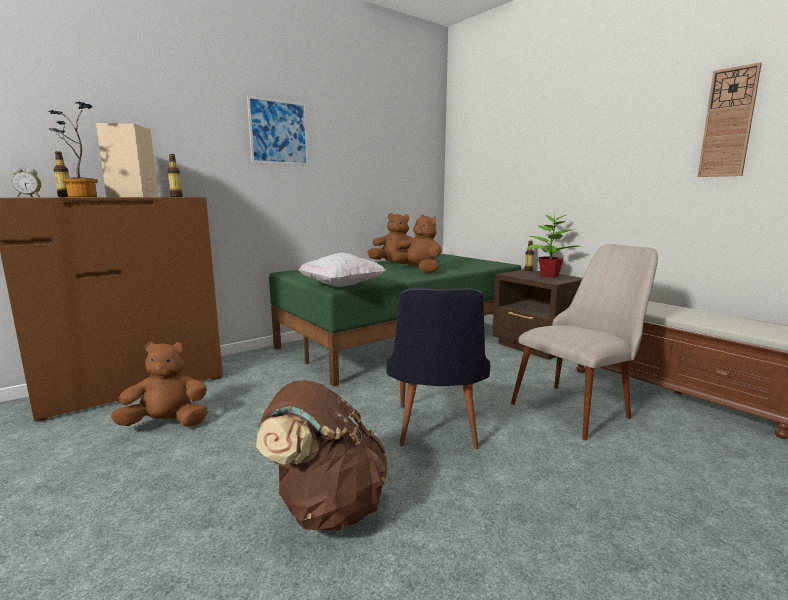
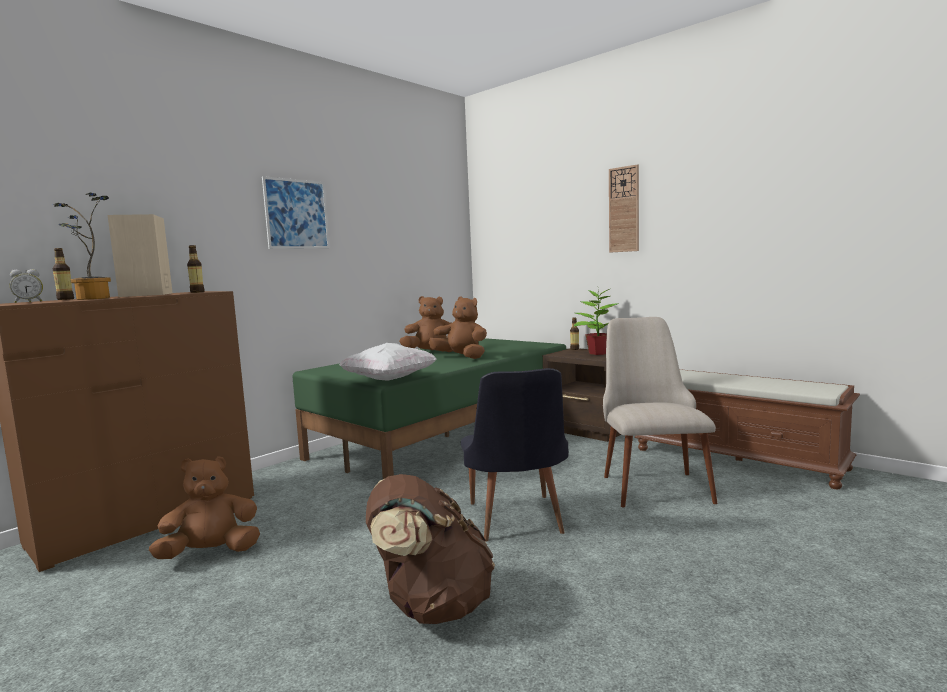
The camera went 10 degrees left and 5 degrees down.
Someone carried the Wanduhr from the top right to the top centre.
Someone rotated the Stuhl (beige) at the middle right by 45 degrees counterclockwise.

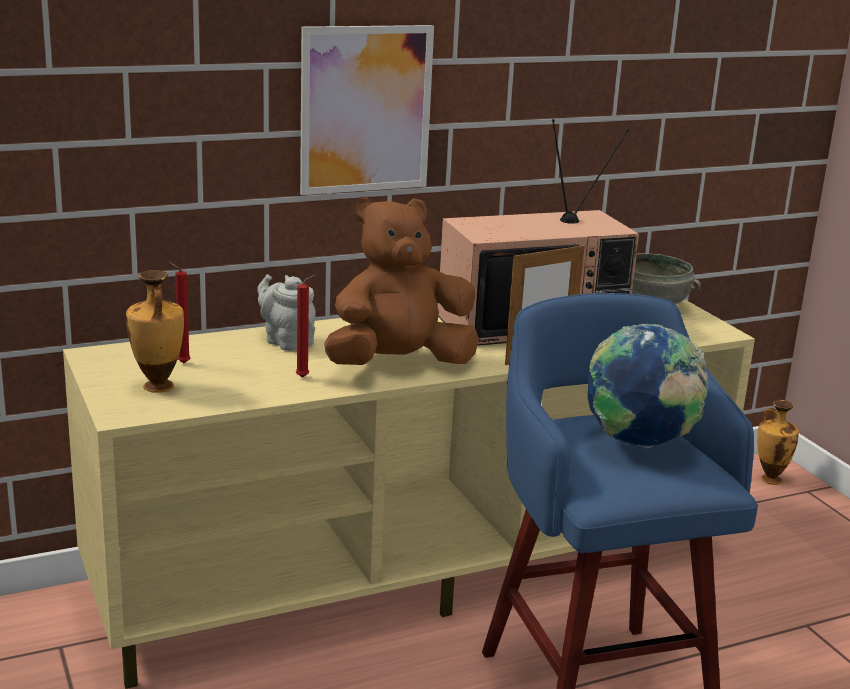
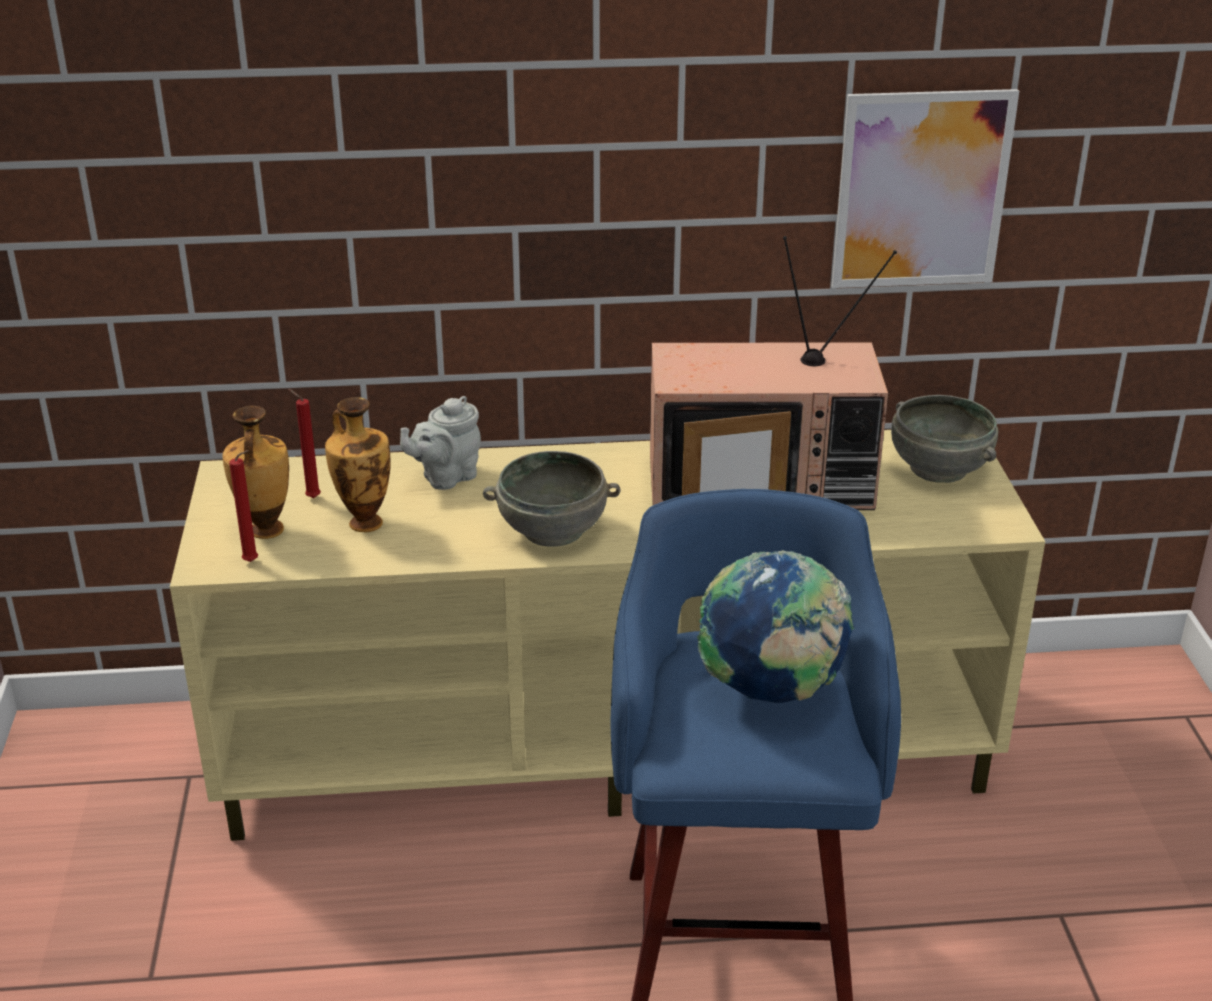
The camera went 20 degrees right and 10 degrees up.
Someone carried the Bild from the top centre to the top right.
Someone swapped the Plüschtier (braun) at the centre for the Schüssel (grau) (no. 1 from left) at the centre.
Someone rotated the Teekanne (grau) at the centre by 105 degrees counterclockwise.
Someone carried the Kerze (rot) (no. 2 from left in the first image) from the centre to the middle left.
Someone carried the Vase (no. 2 from left) from the middle right to the middle left.

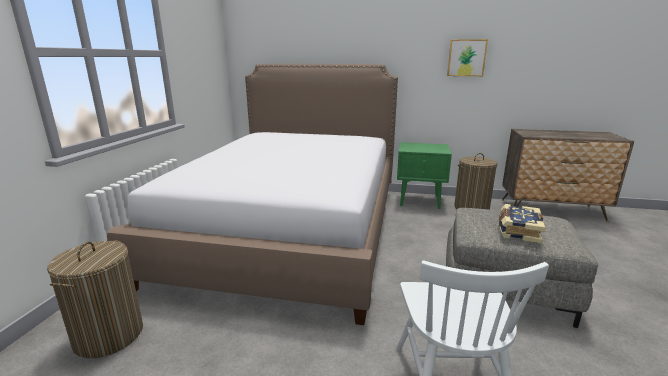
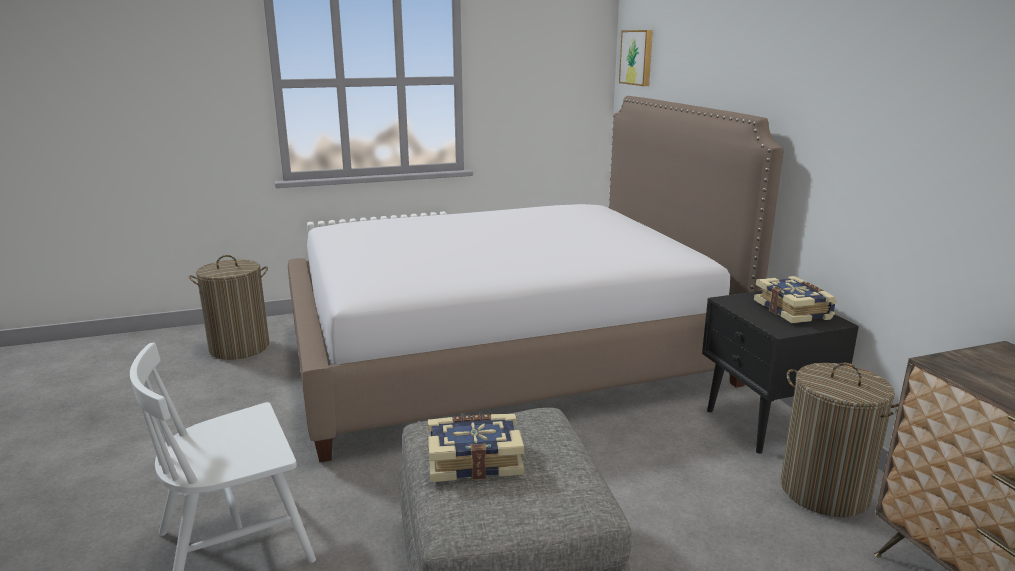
The camera went 60 degrees right and 0 degrees up.
Someone carried the Bild from the top right to the top centre.
Someone repainted the Nachttisch (grün) at the centre, which became the Nachttisch (schwarz) at the middle right.
Someone put down the Buch (no. 2 from left) at the middle right.

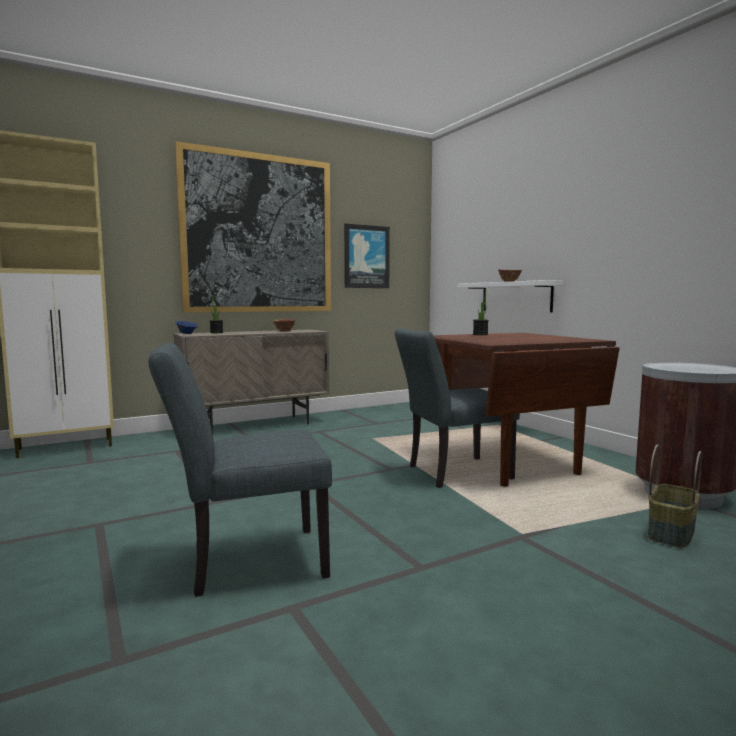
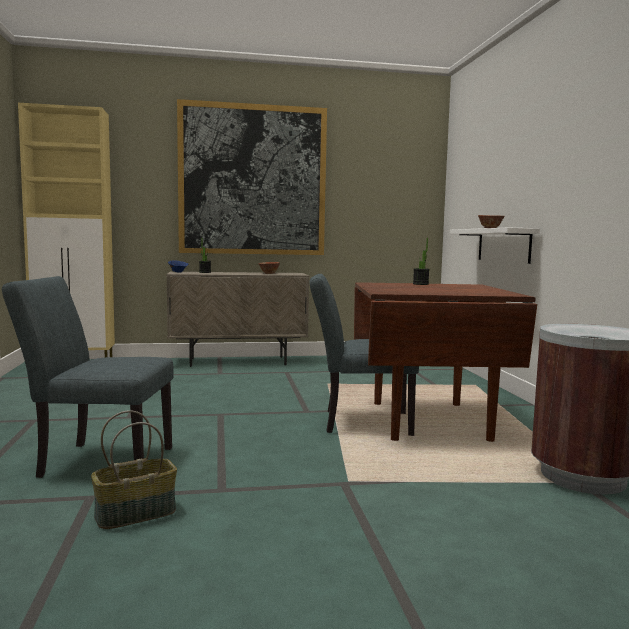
The camera went 20 degrees right and 0 degrees up.
Someone took away the Bild (no. 2 from left) at the centre.
Someone carried the Korb from the bottom right to the bottom left.

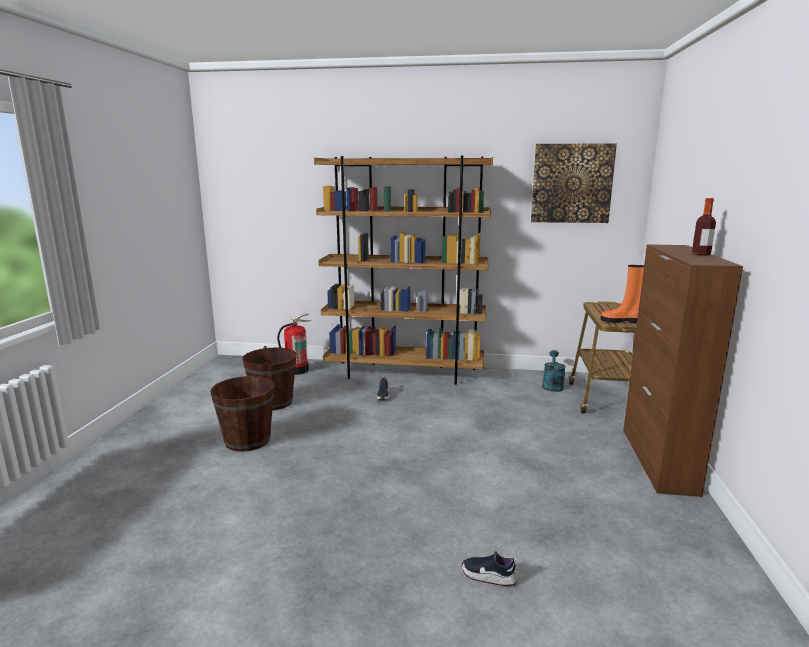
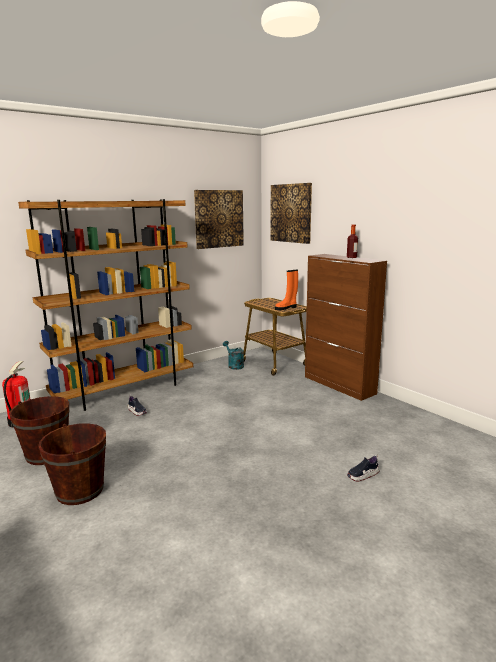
The camera went 45 degrees left and 0 degrees up.
Someone put up the Bild (no. 2 from left) at the top centre.

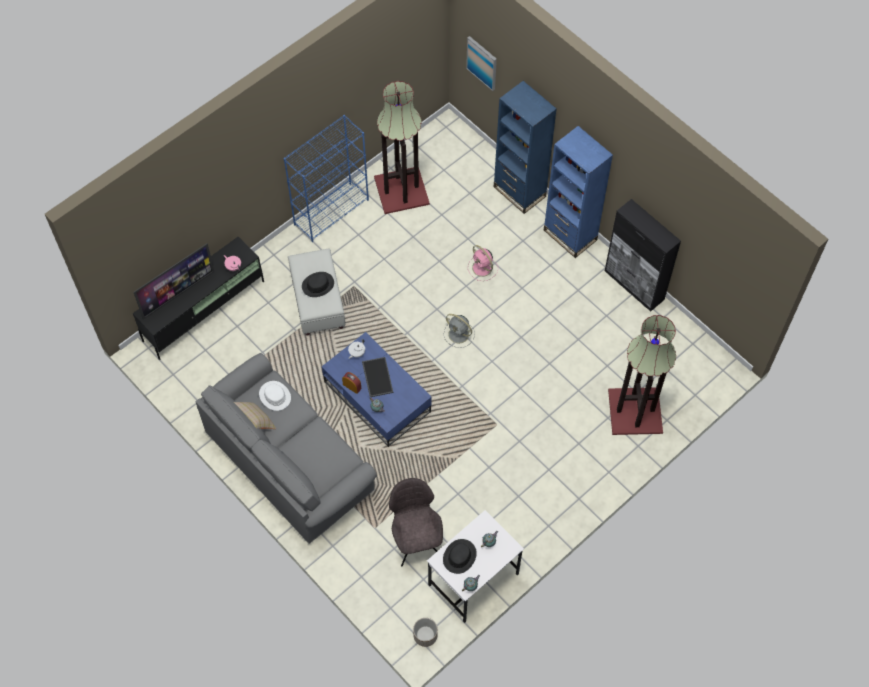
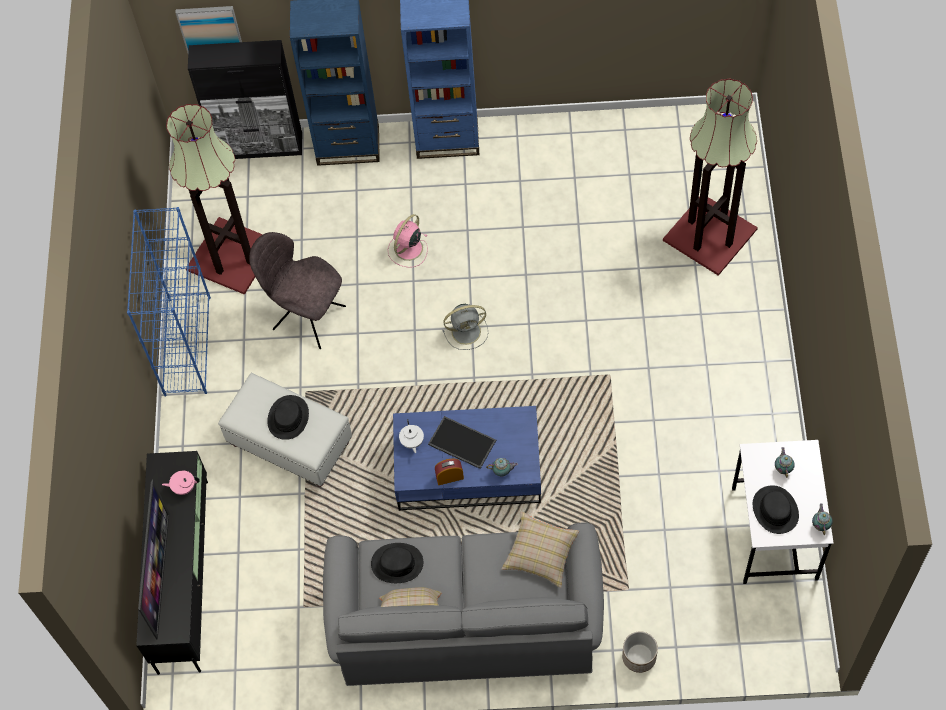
The camera went 45 degrees left and 0 degrees up.
Someone carried the Schrank (schwarz) from the middle right to the top left.
Someone rotated the Ventilator (rosa) at the centre by 120 degrees clockwise.
Someone repainted the Hut (weiß) at the middle left, which became the Hut (schwarz) (no. 2 from left) at the bottom centre.
Someone carried the Stuhl (grau) from the bottom centre to the middle left.
Someone carried the Pflanzkübel from the bottom centre to the bottom right.
Someone put down the Kissen (beige) (no. 2 from left) at the bottom centre.

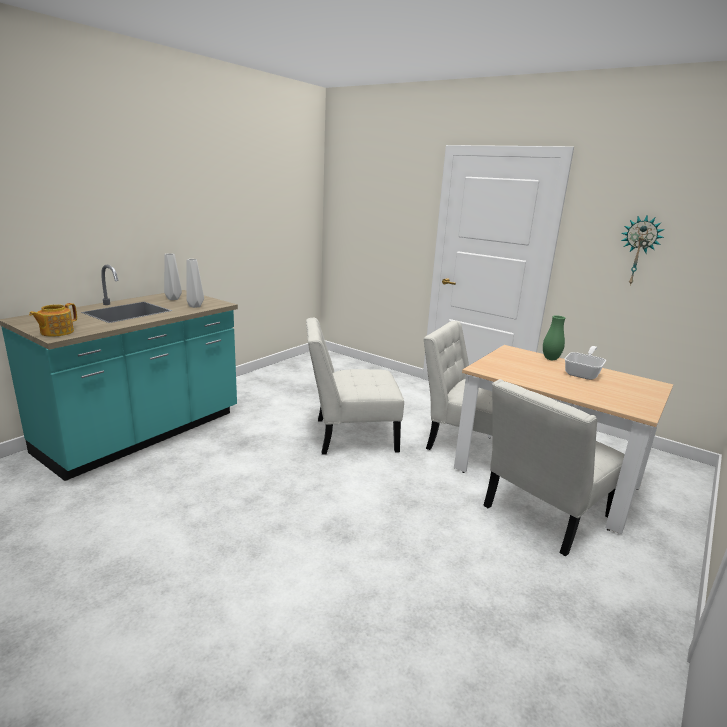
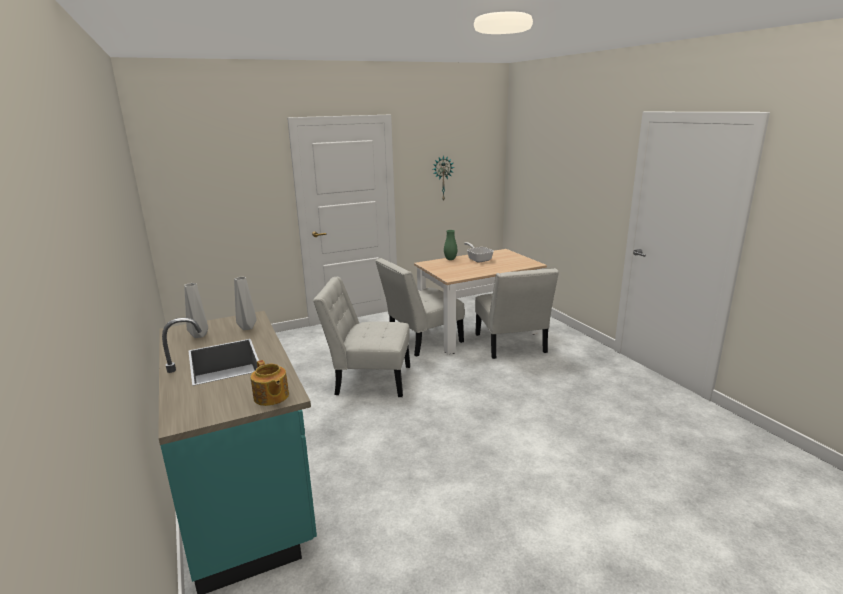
The camera went 60 degrees left and 0 degrees up.
Someone rotated the Stuhl (weiß) (no. 1 from left) at the centre by 75 degrees clockwise.

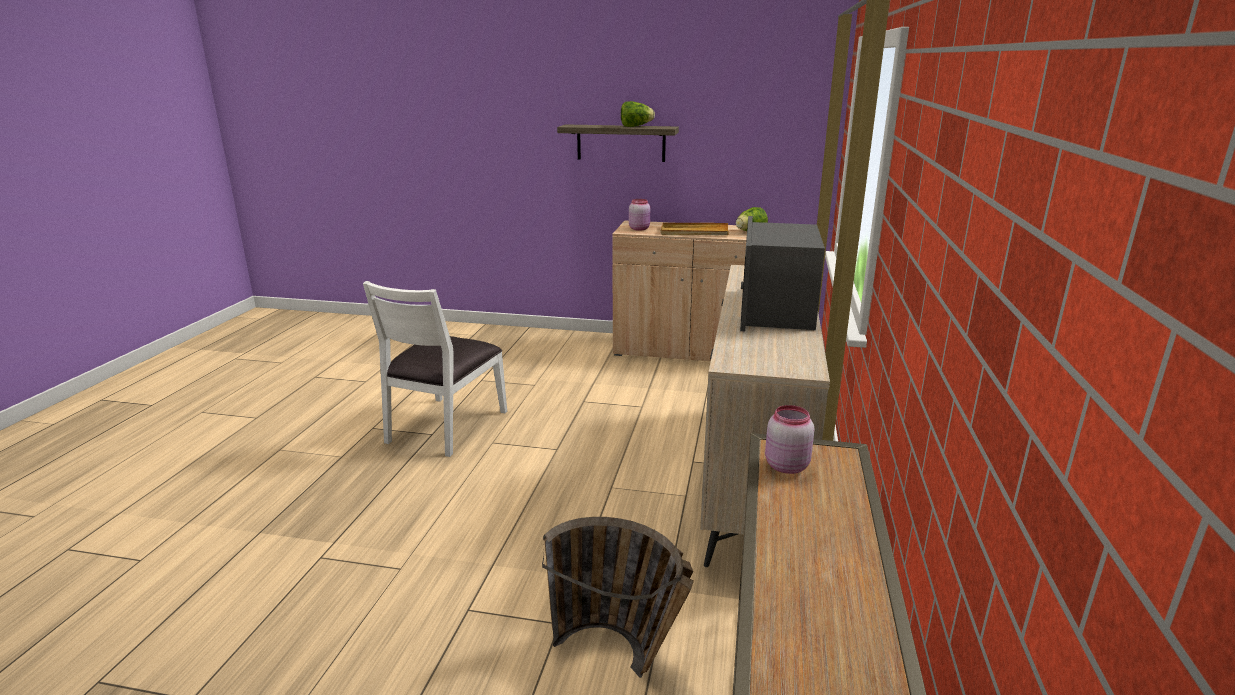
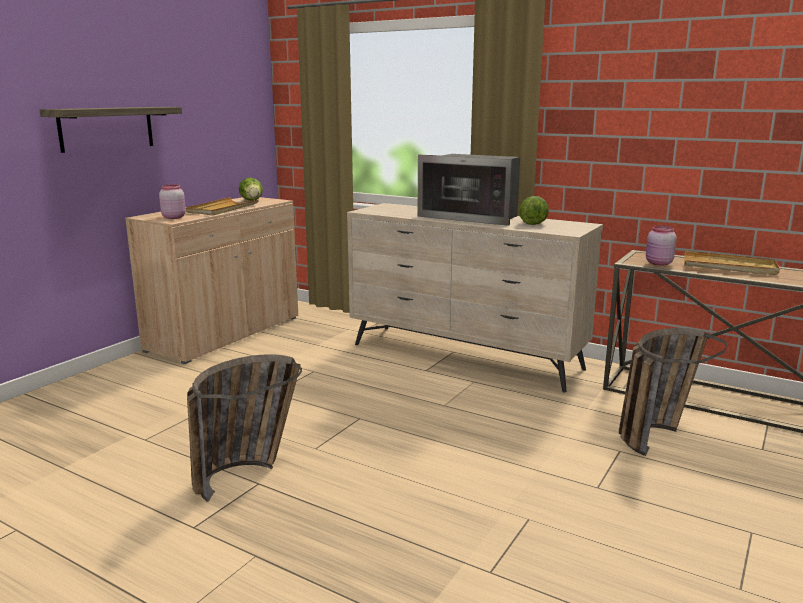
The camera went 70 degrees left and 5 degrees down.
Someone carried the Salatkopf (no. 1 from left in the first image) from the top centre to the centre.
Someone swapped the Stuhl (weiß) at the centre for the Korb (no. 1 from left) at the bottom left.
Someone put down the Tablett (beige) (no. 2 from left) at the middle right.

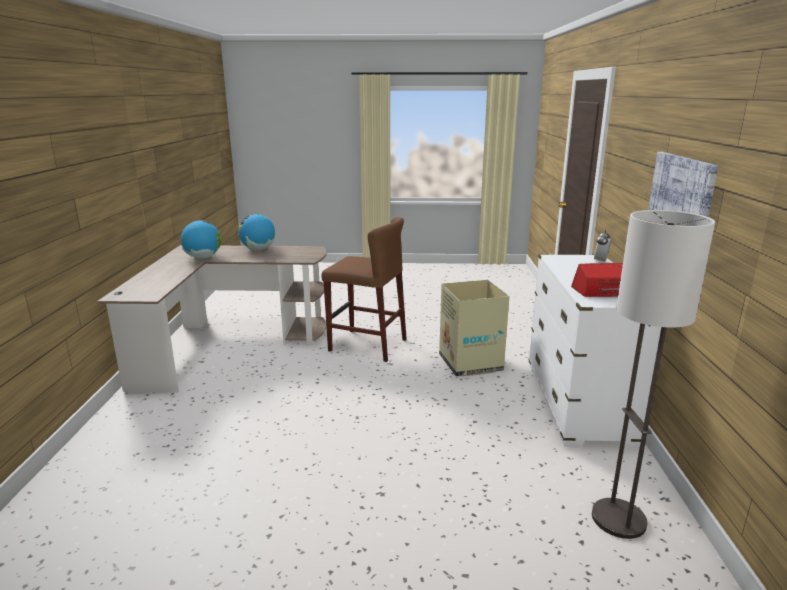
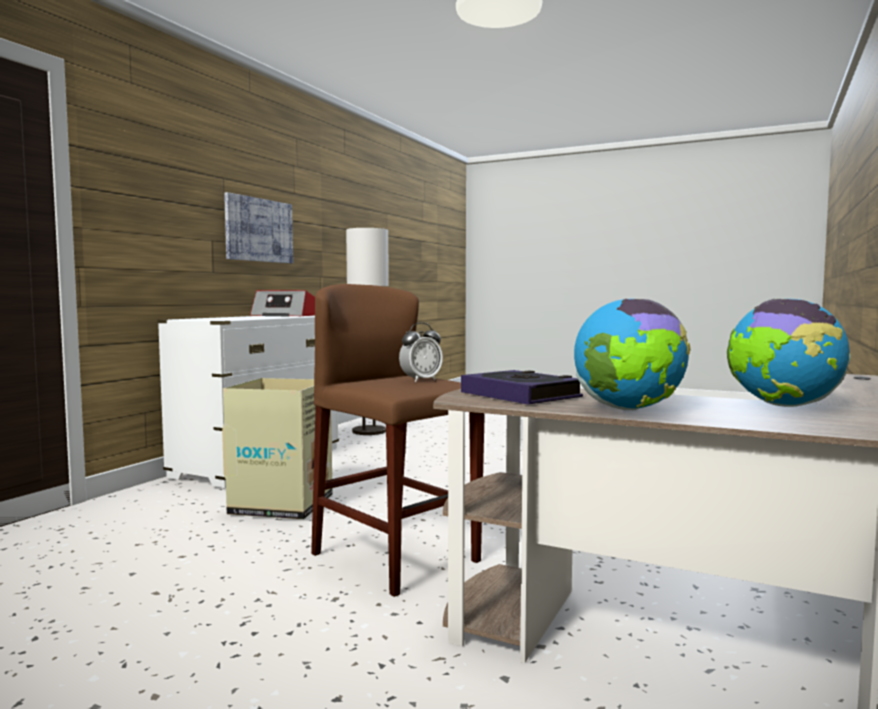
The camera went 155 degrees left and 15 degrees down.
Someone carried the Wecker from the middle right to the centre.
Someone put down the Buch at the centre.

